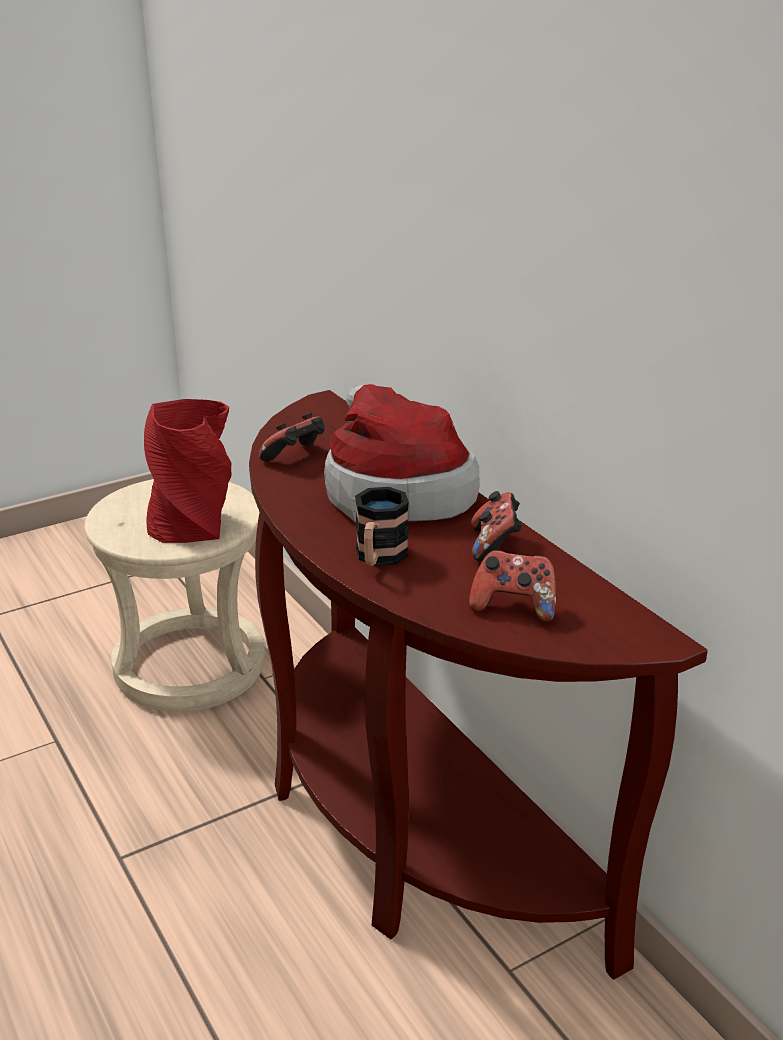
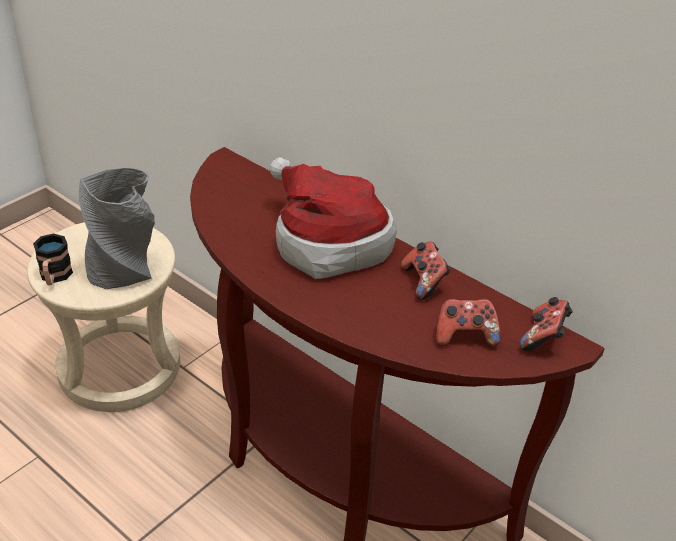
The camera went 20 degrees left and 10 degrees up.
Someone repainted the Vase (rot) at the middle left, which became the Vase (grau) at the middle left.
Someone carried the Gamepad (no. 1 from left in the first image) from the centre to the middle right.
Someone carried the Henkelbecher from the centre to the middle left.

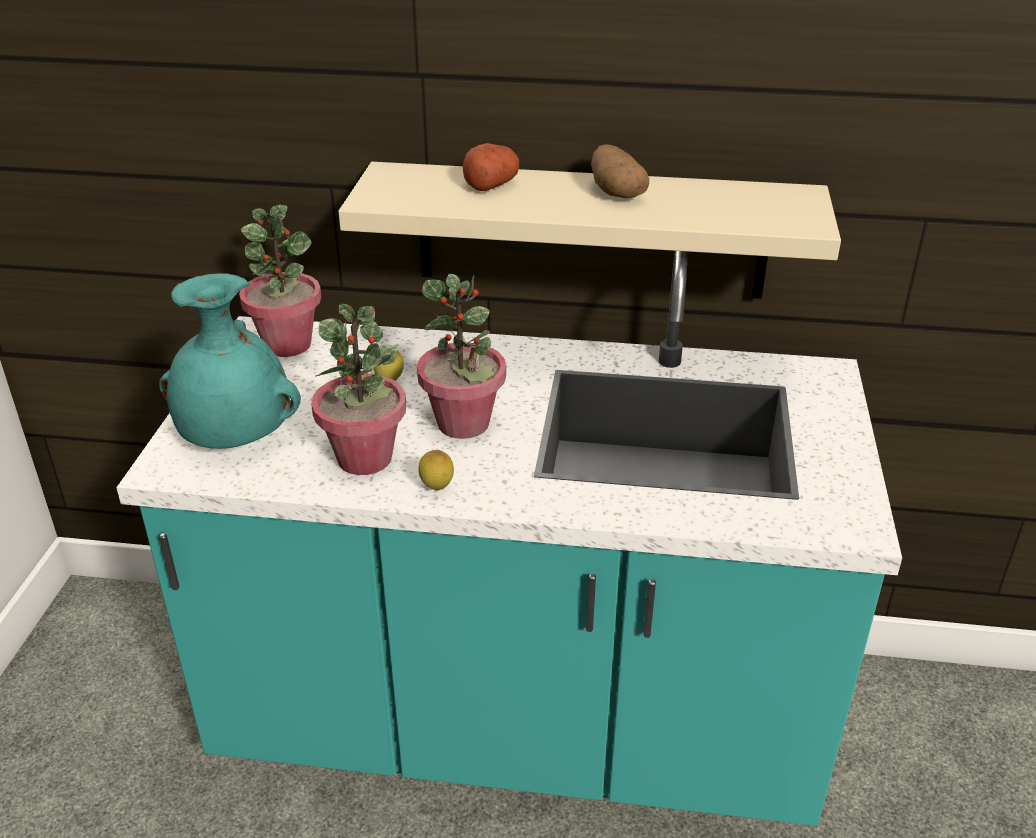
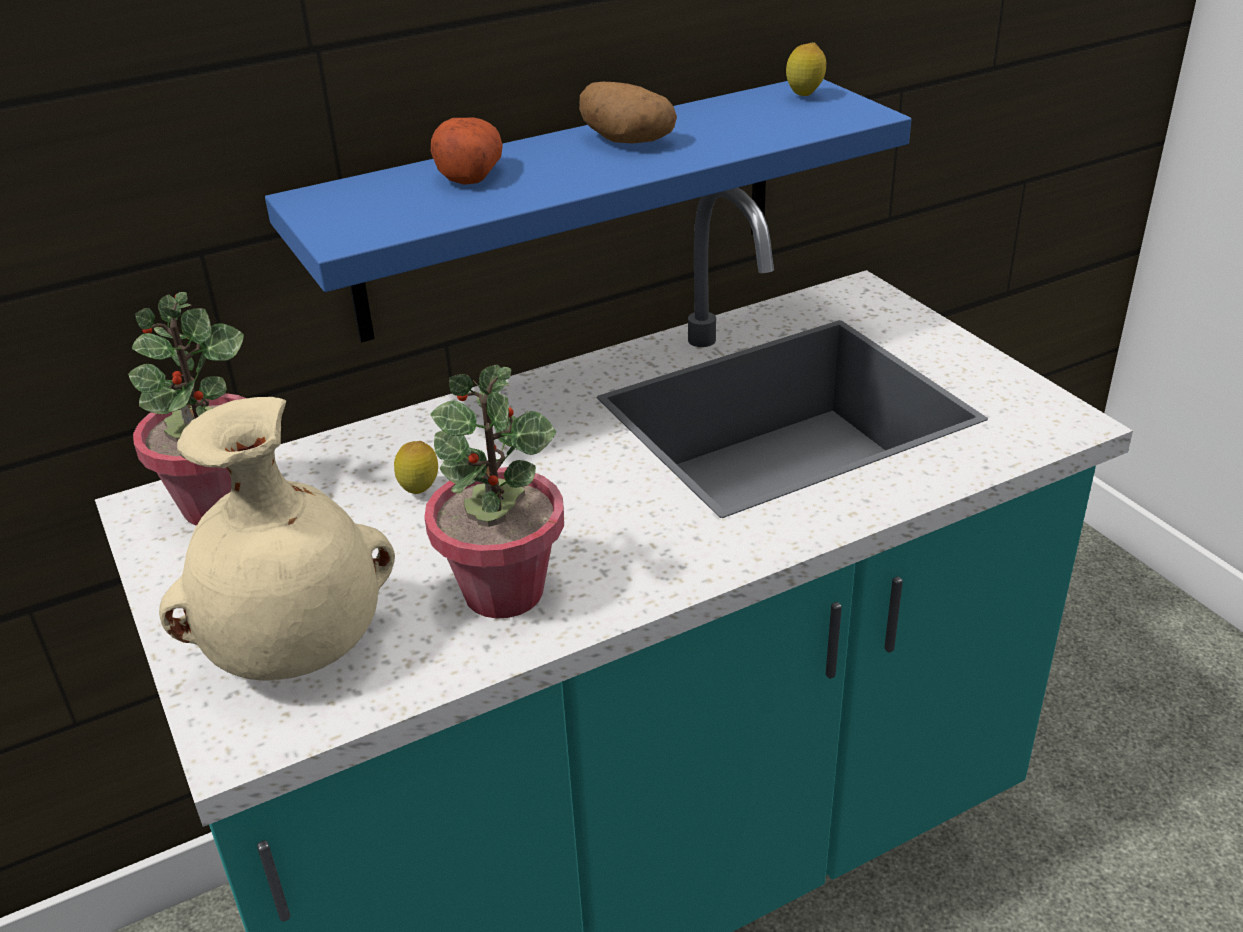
The camera went 35 degrees left and 0 degrees up.
Someone repainted the Wandregal (beige) at the top centre, which became the Wandregal (blau) at the top centre.
Someone repainted the Vase (türkis) at the middle left, which became the Vase (beige) at the middle left.
Someone took away the Topfpflanze (no. 3 from left) at the centre.
Someone carried the Zitrone (no. 2 from left) from the centre to the top centre.

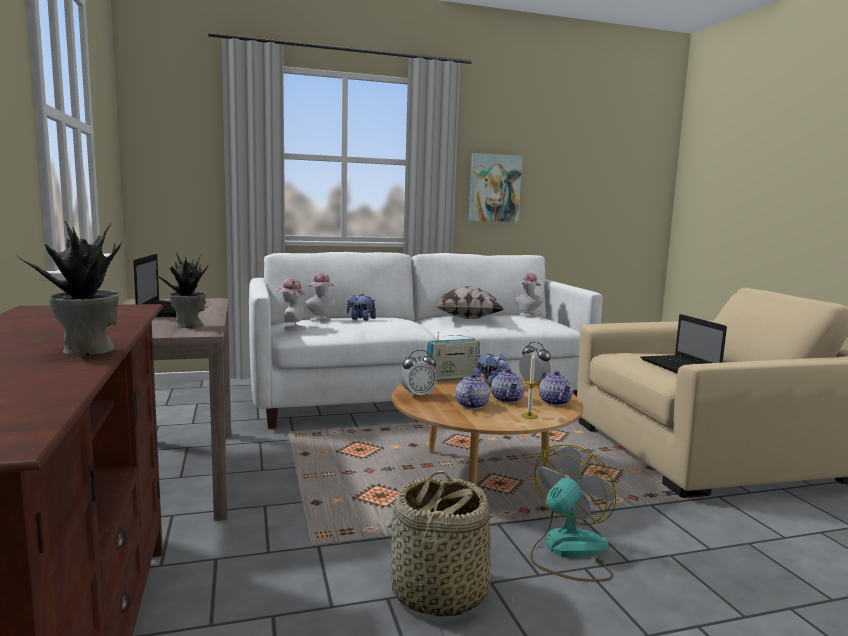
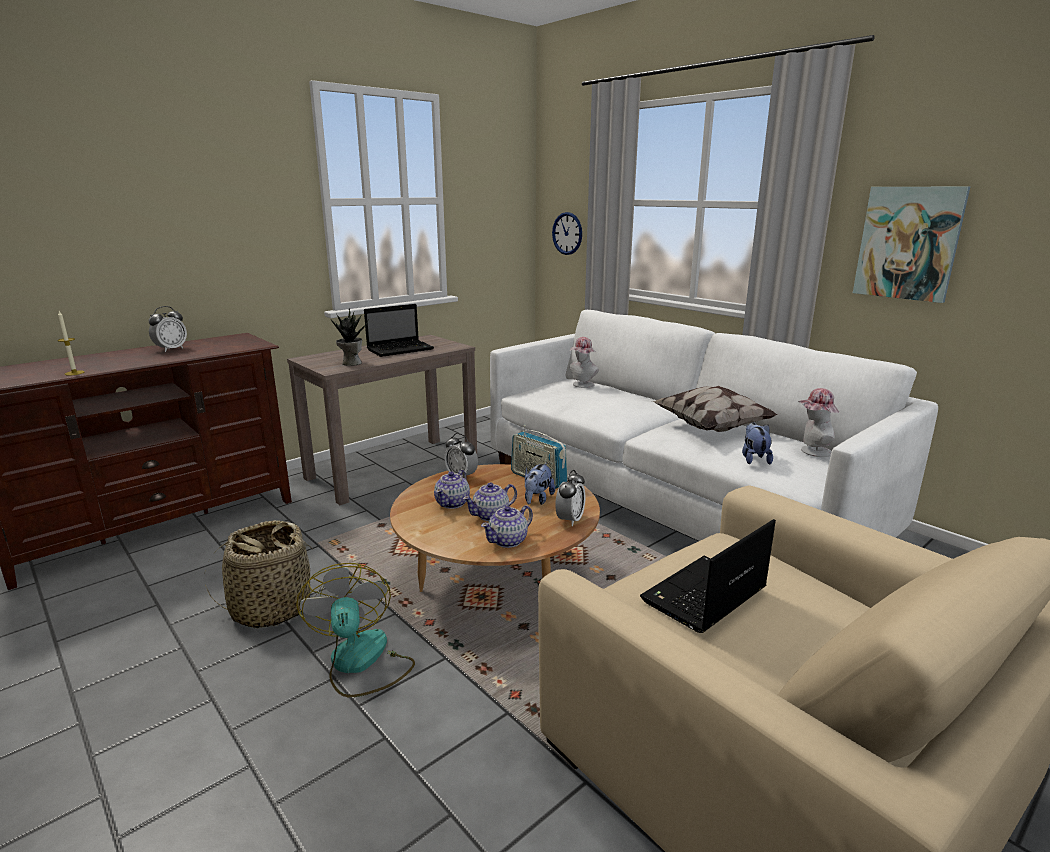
The camera went 65 degrees right and 10 degrees up.
Someone took away the Topfpflanze (no. 1 from left) at the middle left.
Someone took away the Hut (no. 1 from left) at the centre.
Someone carried the Plüschtier (no. 1 from left in the first image) from the centre to the middle right.
Someone carried the Kerze from the centre to the middle left.
Someone rotated the Teekanne (no. 1 from left) at the centre by 120 degrees clockwise.
Someone rotated the Ventilator at the bottom right by 120 degrees counterclockwise.
Someone put up the Wanduhr at the top centre.
Someone put down the Wecker (no. 1 from left) at the middle left.

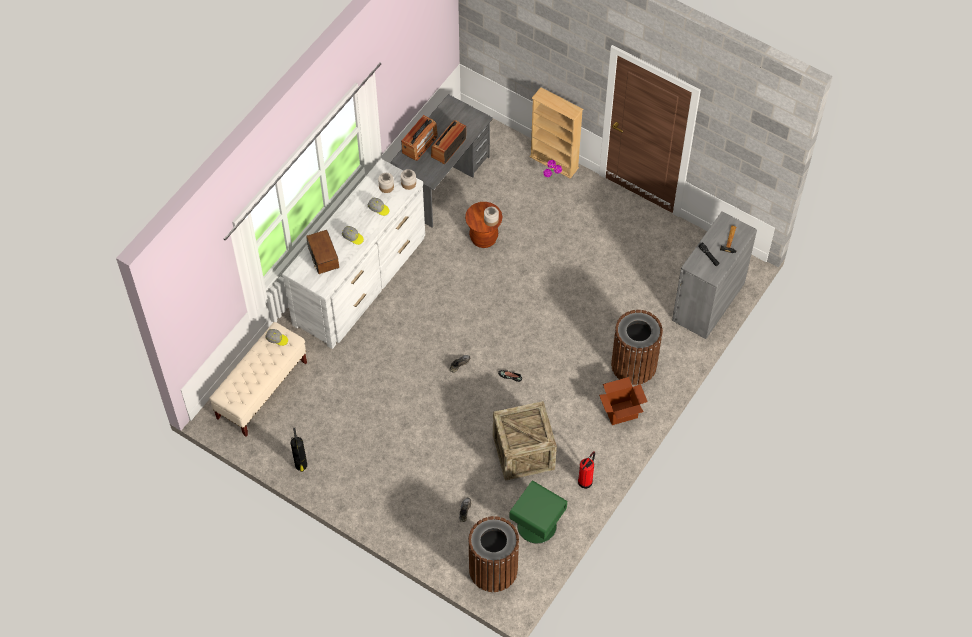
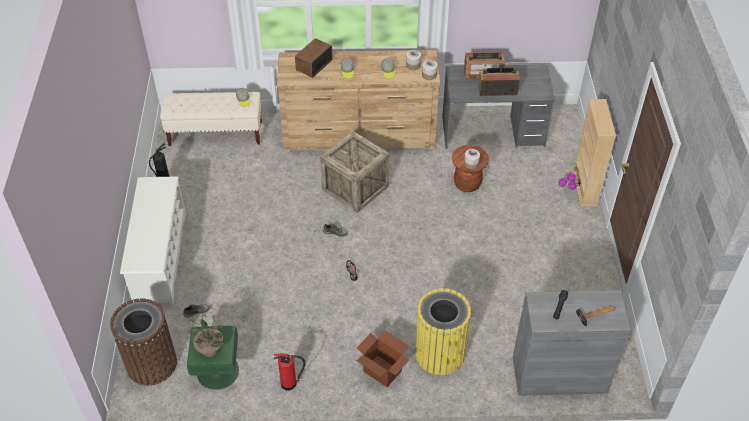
The camera went 55 degrees right and 10 degrees down.
Someone repainted the Kommode (weiß) at the centre, which became the Kommode (braun) at the top centre.
Someone repainted the Mülleimer (braun) (no. 2 from left) at the centre, which became the Mülleimer (gelb) at the bottom centre.
Someone carried the Kiste from the bottom centre to the centre.
Someone put down the Schuhregal (weiß) at the middle left.
Someone put down the Topfpflanze (no. 1 from left) at the bottom left.

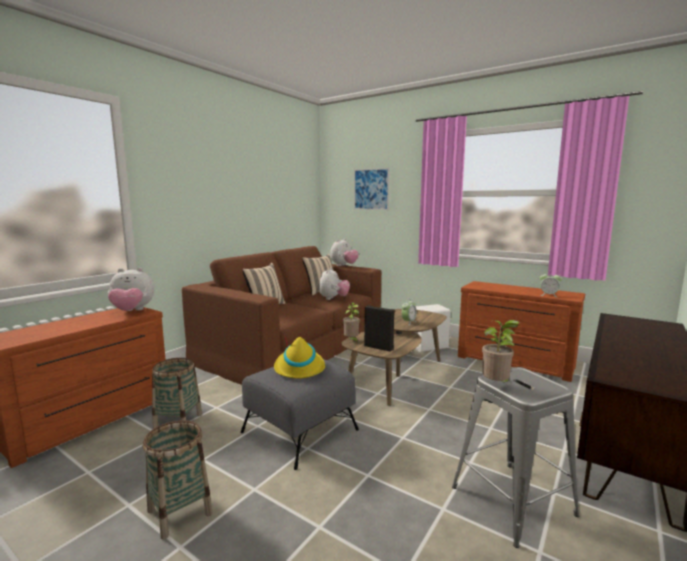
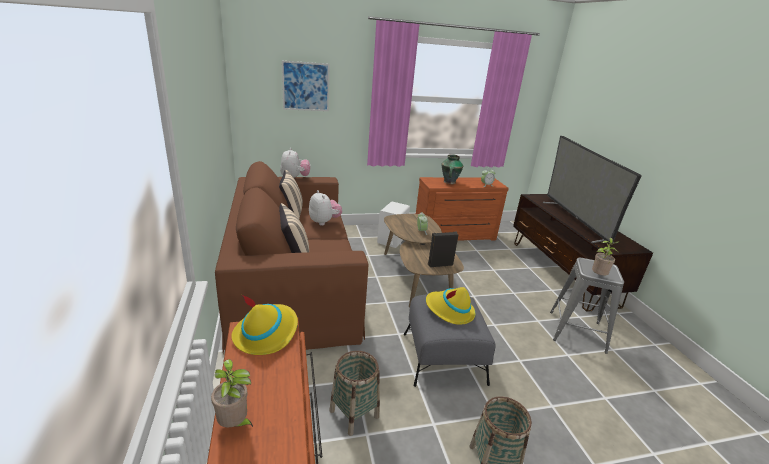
The camera went 50 degrees left and 15 degrees up.
Someone swapped the Plüschtier (no. 1 from left) at the middle left for the Hut (gelb) (no. 1 from left) at the bottom centre.
Someone carried the Topfpflanze (no. 1 from left) from the centre to the bottom left.
Someone put down the Fernseher at the middle right.
Someone put down the Vase at the centre.

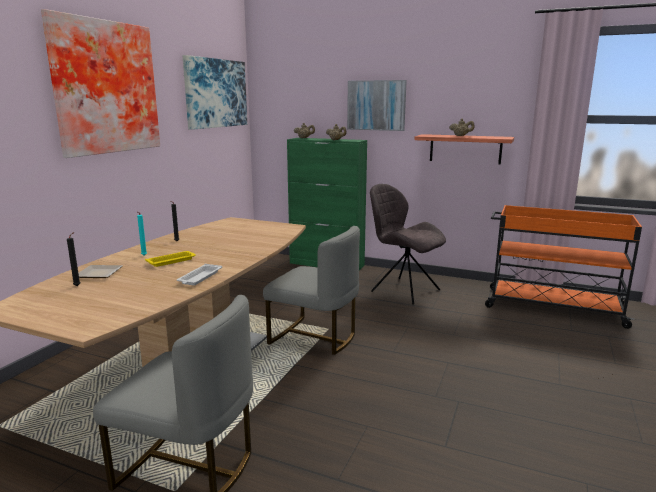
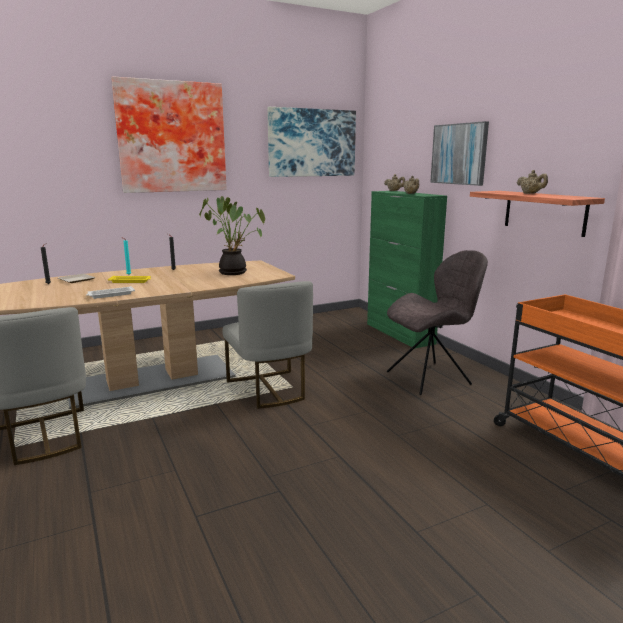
The camera went 40 degrees right and 0 degrees up.
Someone rotated the Stuhl (grau) (no. 3 from left) at the centre by 75 degrees clockwise.
Someone put down the Topfpflanze at the centre.

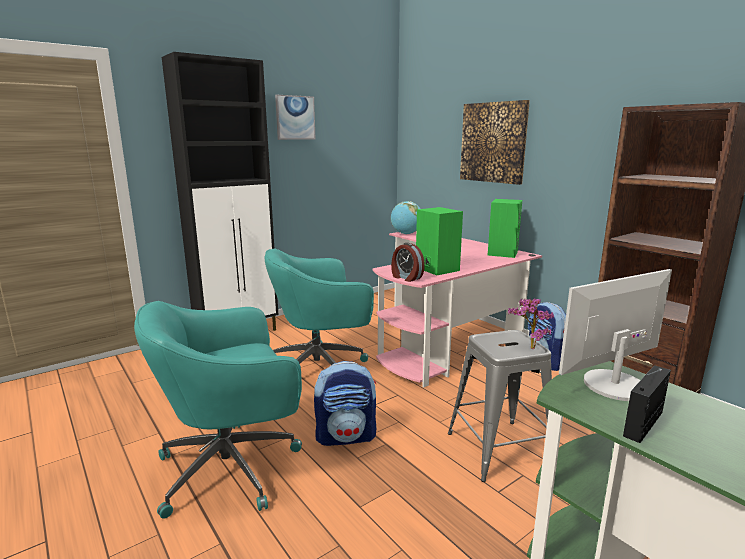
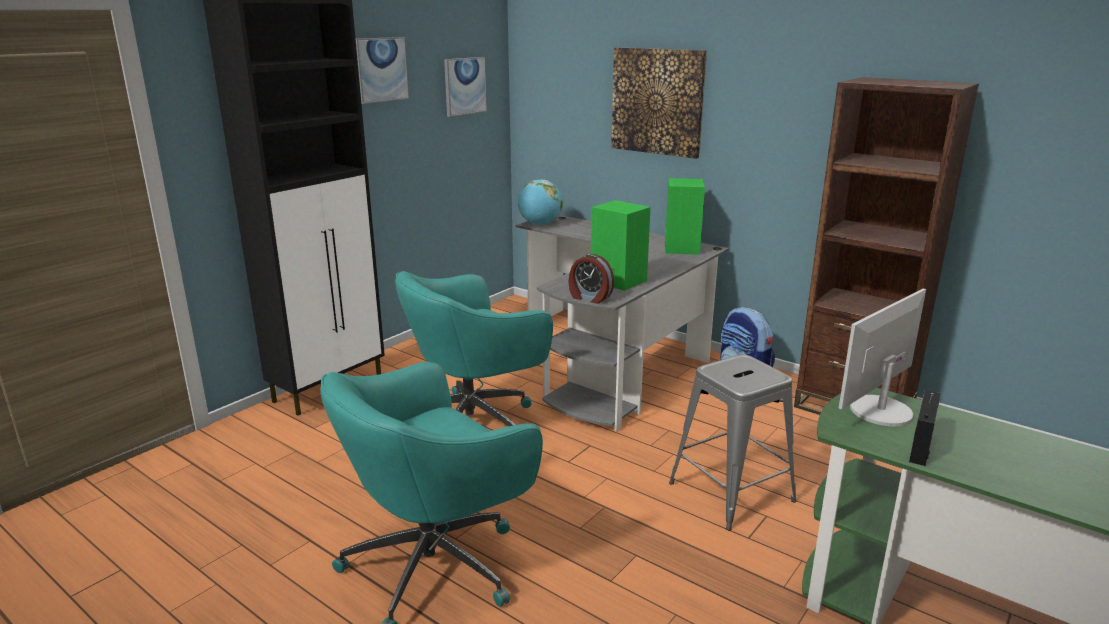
The camera went 15 degrees left and 5 degrees up.
Someone repainted the Schreibtisch (rosa) at the centre, which became the Schreibtisch (grau) at the centre.
Someone took away the Topfpflanze at the middle right.
Someone took away the Rucksack (no. 1 from left) at the bottom centre.
Someone put up the Bild (no. 2 from left) at the top centre.

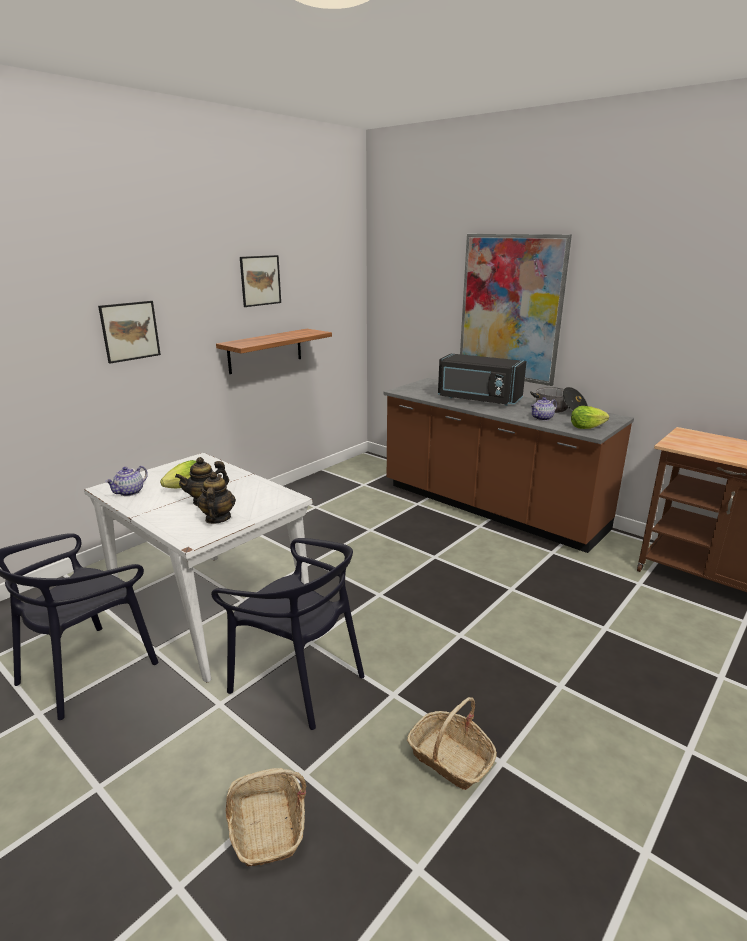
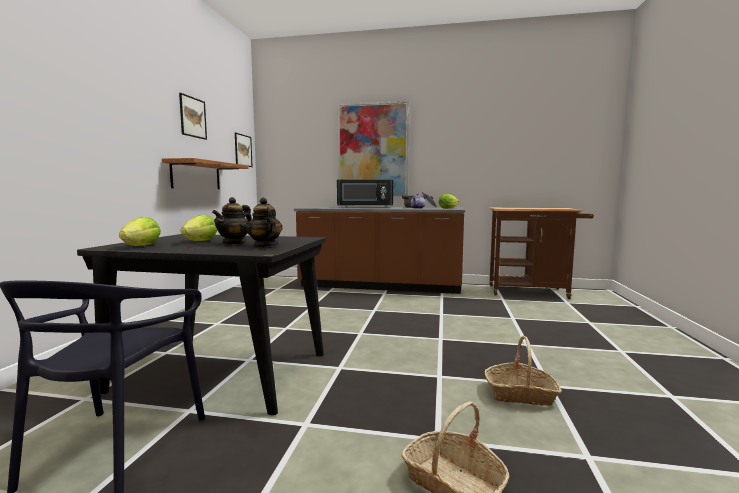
The camera went 30 degrees left and 15 degrees down.
Someone carried the Bild (no. 1 from left in the first image) from the middle left to the top left.
Someone repainted the Esstisch (weiß) at the middle left, which became the Esstisch (schwarz) at the middle left.
Someone swapped the Teekanne (no. 1 from left) at the middle left for the Salatkopf (no. 1 from left) at the middle left.
Someone took away the Stuhl (schwarz) (no. 2 from left) at the bottom centre.

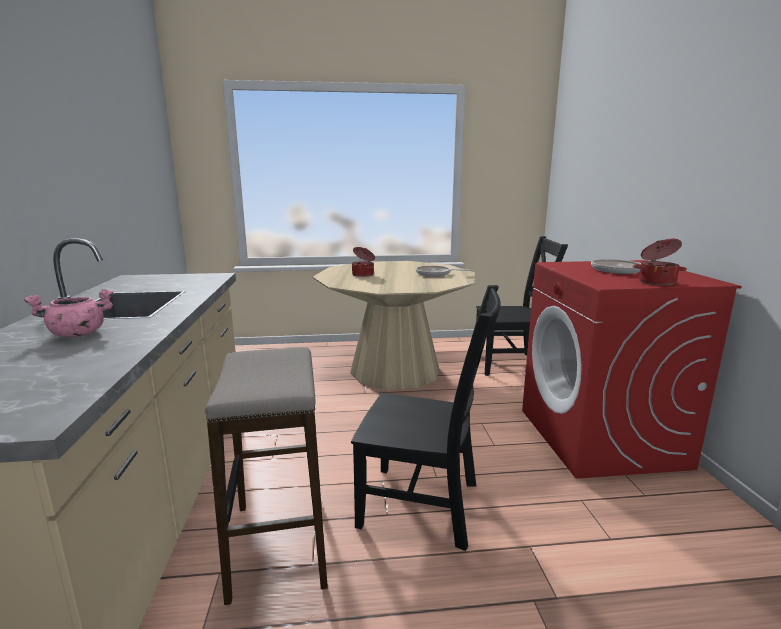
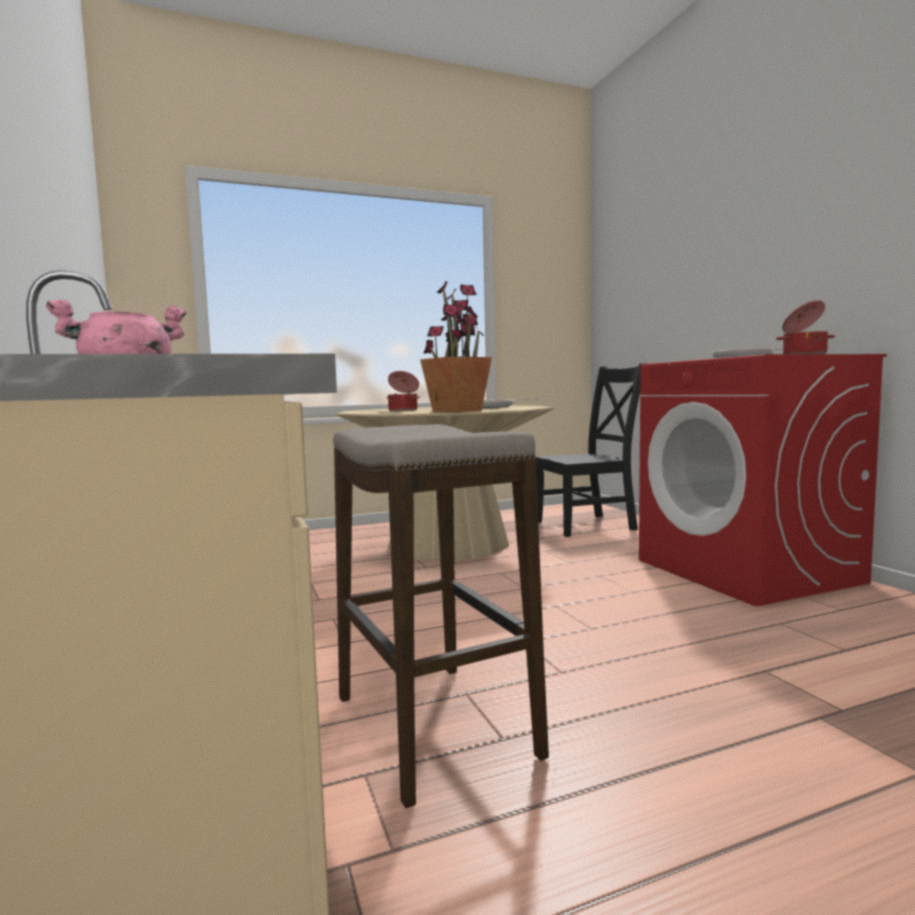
The camera went 15 degrees left and 10 degrees down.
Someone took away the Stuhl (schwarz) (no. 1 from left) at the centre.
Someone put down the Topfpflanze at the centre.

